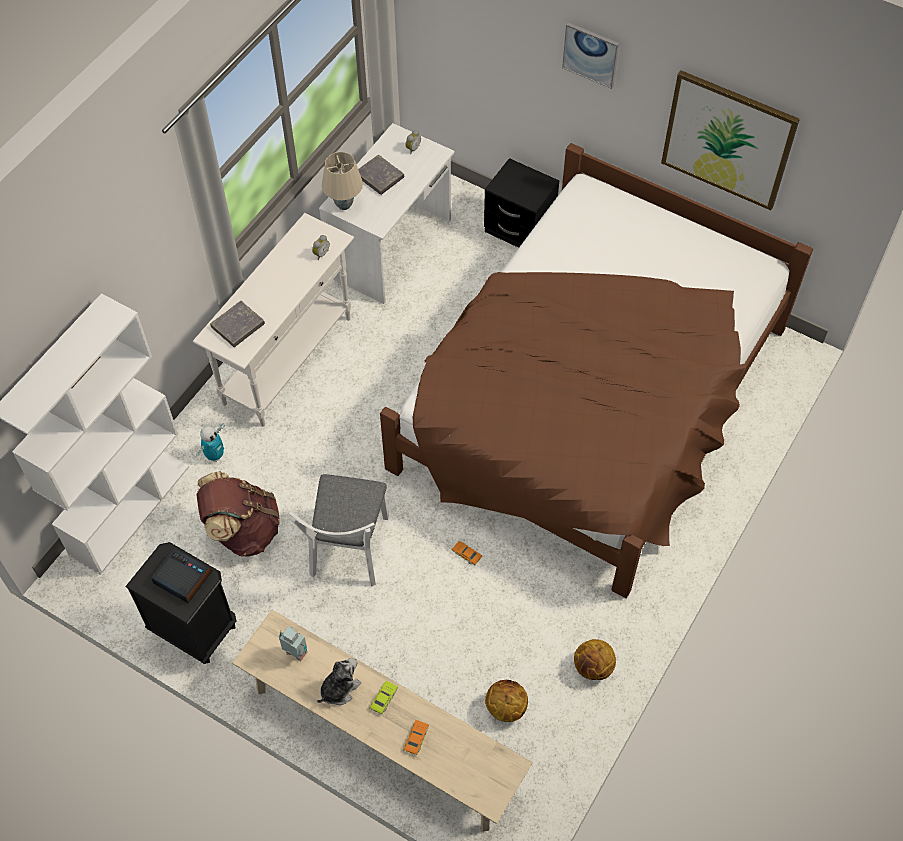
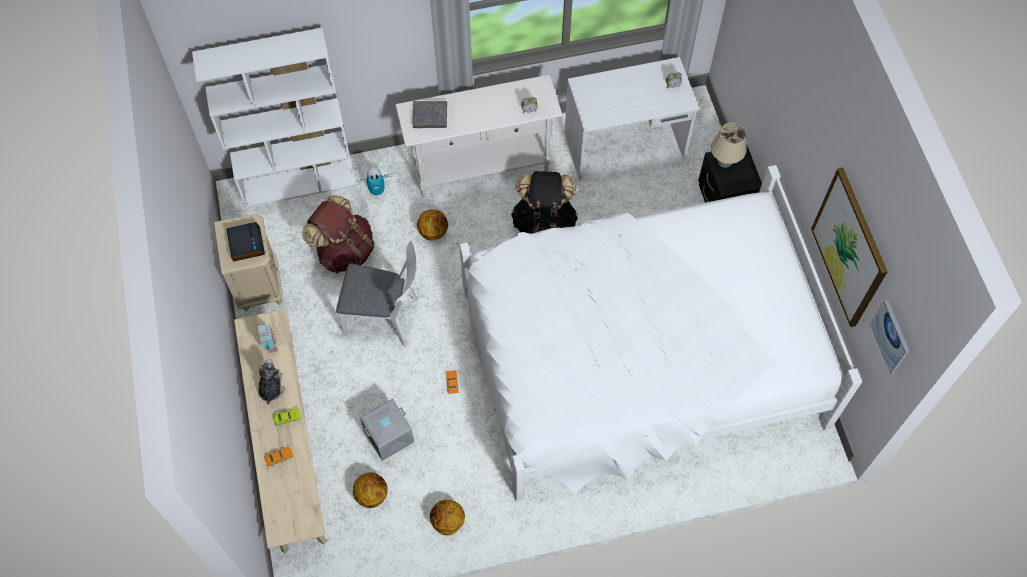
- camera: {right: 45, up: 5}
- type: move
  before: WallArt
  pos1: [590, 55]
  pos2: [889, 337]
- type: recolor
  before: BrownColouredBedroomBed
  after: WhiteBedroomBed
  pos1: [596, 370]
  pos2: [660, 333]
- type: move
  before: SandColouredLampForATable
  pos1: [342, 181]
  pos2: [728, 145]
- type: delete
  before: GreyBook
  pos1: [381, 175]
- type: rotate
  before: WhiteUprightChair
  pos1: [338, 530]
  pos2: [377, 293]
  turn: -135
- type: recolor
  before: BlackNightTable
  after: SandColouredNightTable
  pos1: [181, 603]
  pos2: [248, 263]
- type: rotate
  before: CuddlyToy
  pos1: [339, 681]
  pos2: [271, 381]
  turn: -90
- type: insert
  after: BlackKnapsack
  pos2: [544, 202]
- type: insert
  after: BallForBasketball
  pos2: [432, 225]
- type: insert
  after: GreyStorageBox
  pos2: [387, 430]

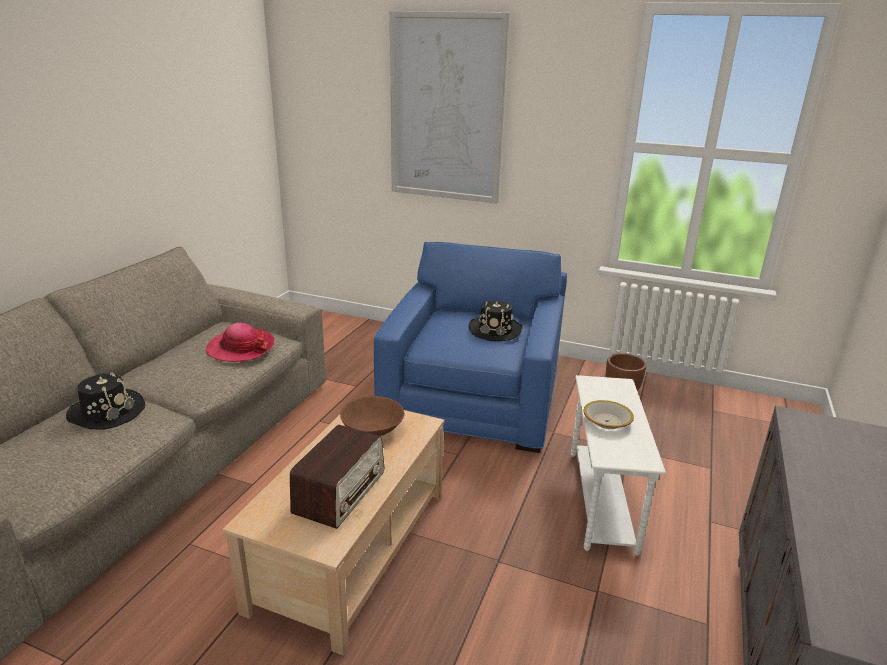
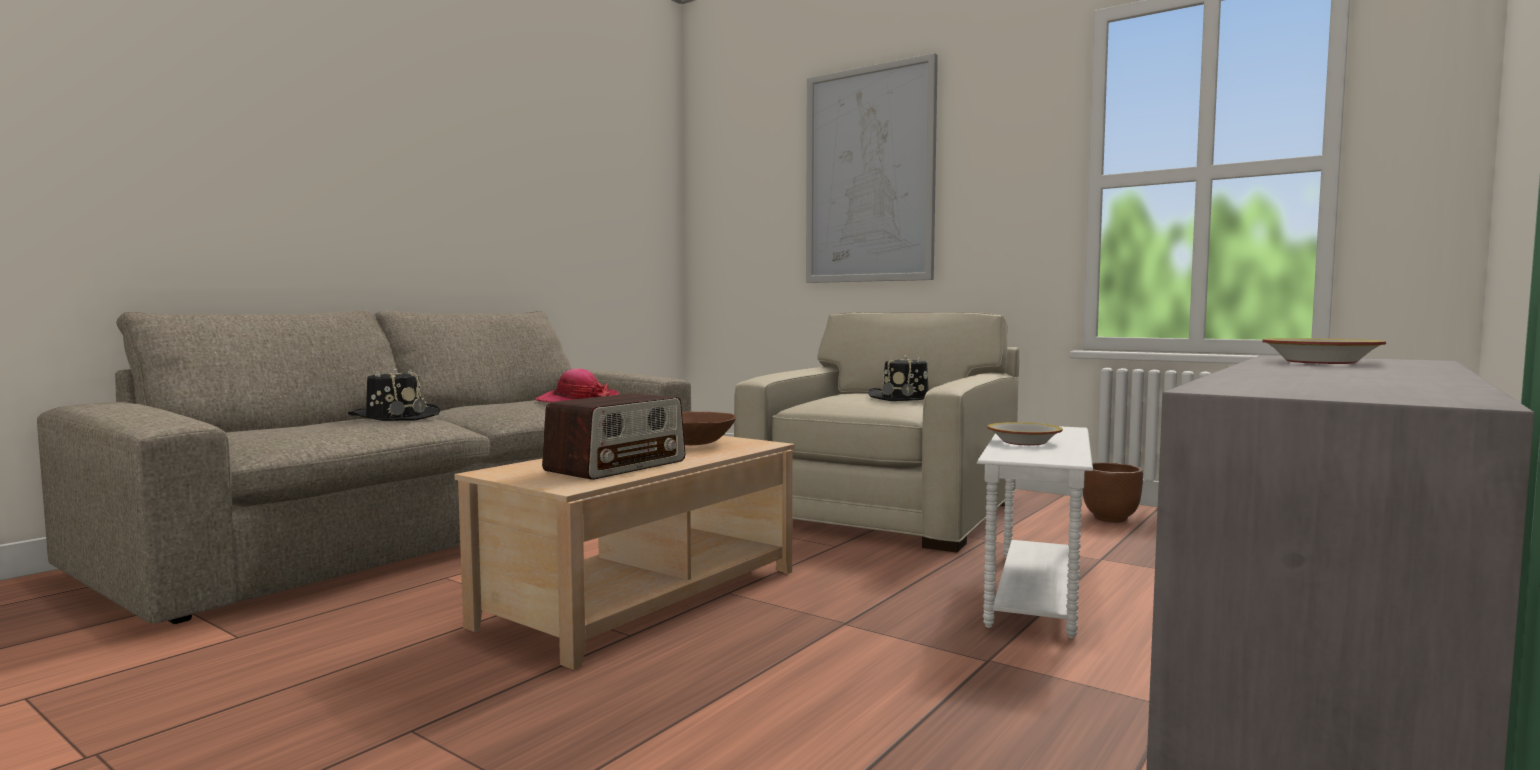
- camera: {right: 15, up: -20}
- type: recolor
  before: BlueColouredArmchair
  after: SandColouredArmchair
  pos1: [470, 347]
  pos2: [877, 432]
- type: insert
  after: ServingBowl
  pos2: [1324, 351]

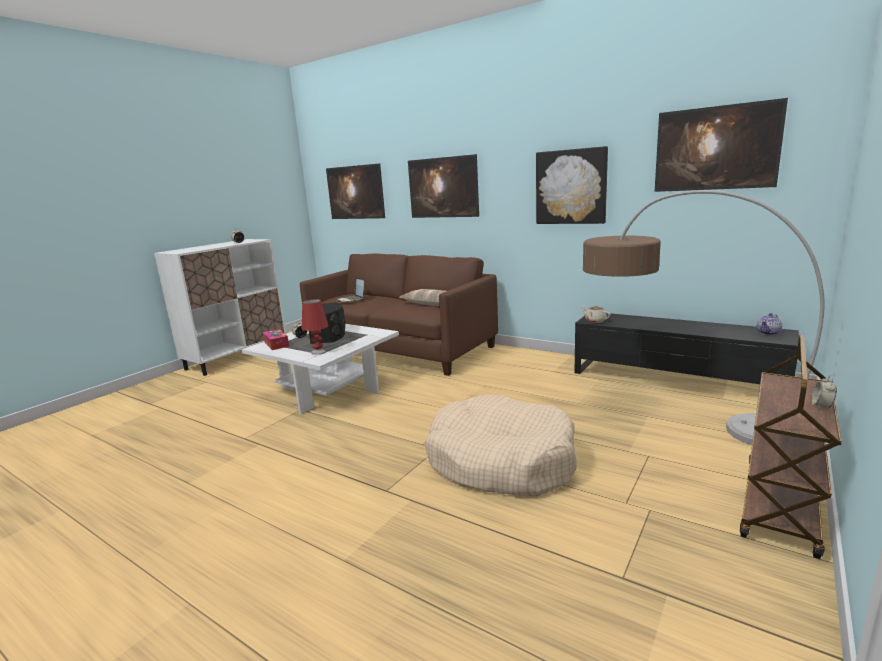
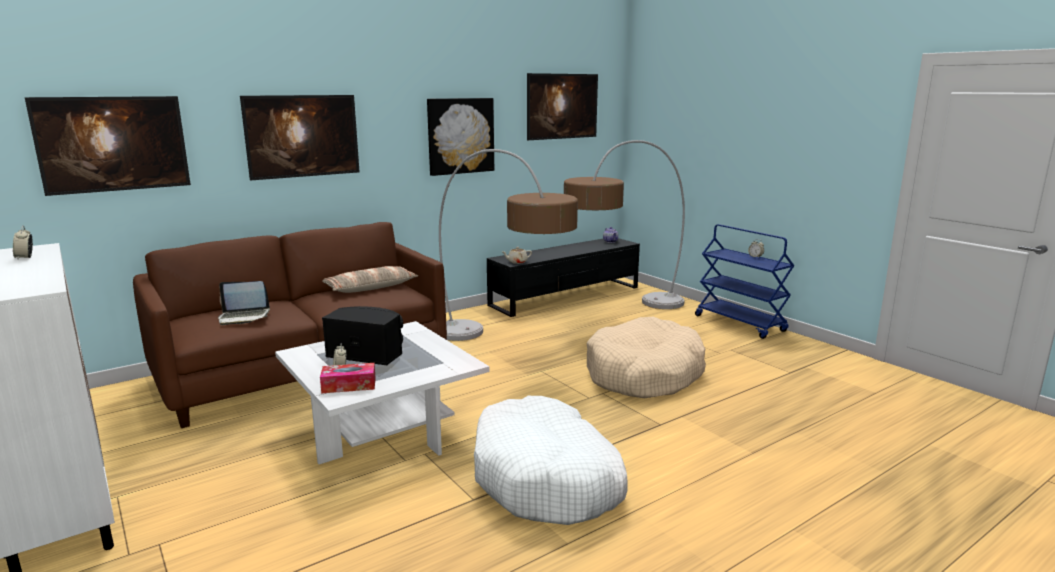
- camera: {right: -70, up: 0}
- type: delete
  before: RedLampForATable
  pos1: [315, 327]
- type: recolor
  before: BrownColouredCart
  after: BlueColouredCart
  pos1: [791, 446]
  pos2: [744, 281]
- type: insert
  after: StandardLamp
  pos2: [508, 245]
- type: insert
  after: WhiteDogBed
  pos2: [551, 460]

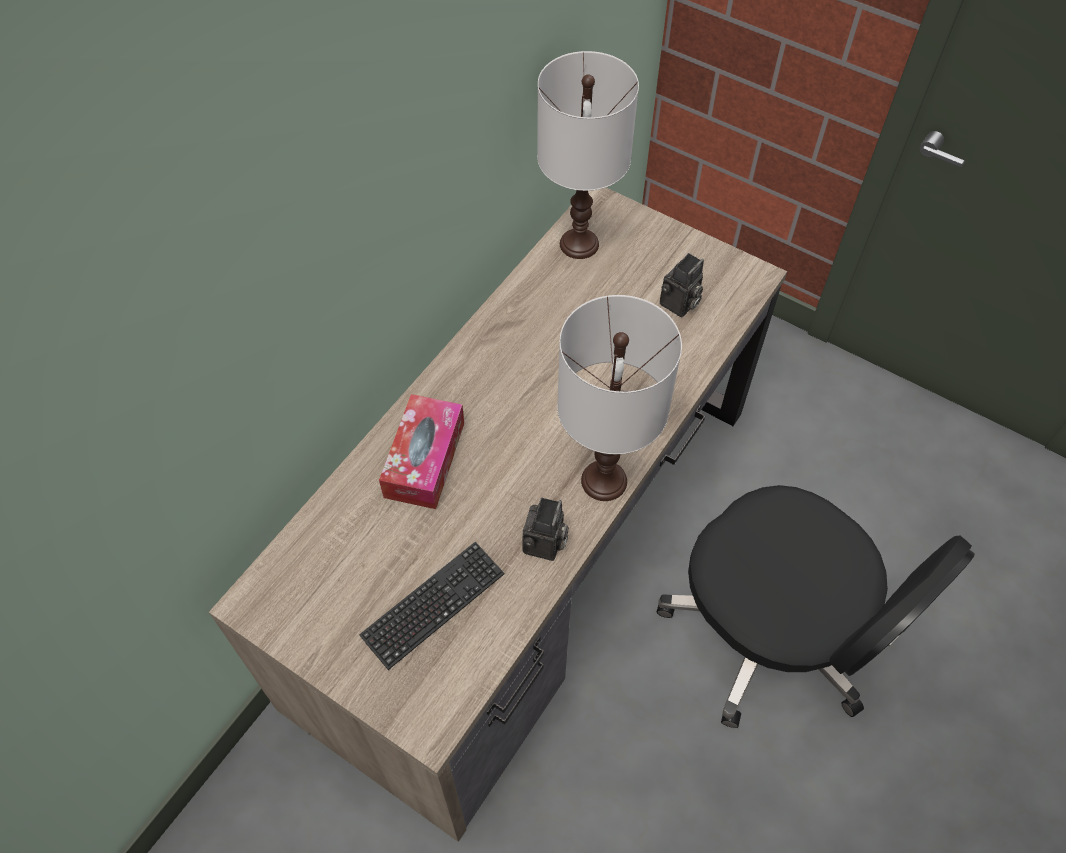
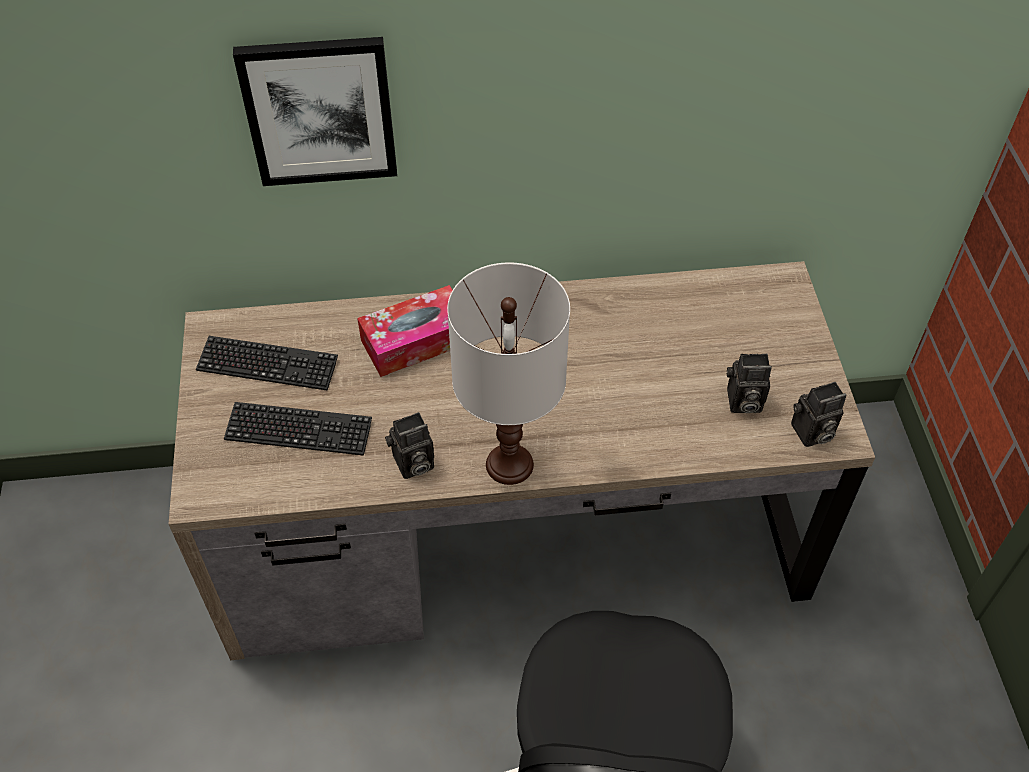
- camera: {right: 50, up: -5}
- type: delete
  before: WhiteLampForATable
  pos1: [588, 155]
- type: insert
  after: WallArt
  pos2: [315, 111]
- type: insert
  after: PcKeyboard
  pos2: [267, 363]
- type: insert
  after: PhotoCamera
  pos2: [819, 414]

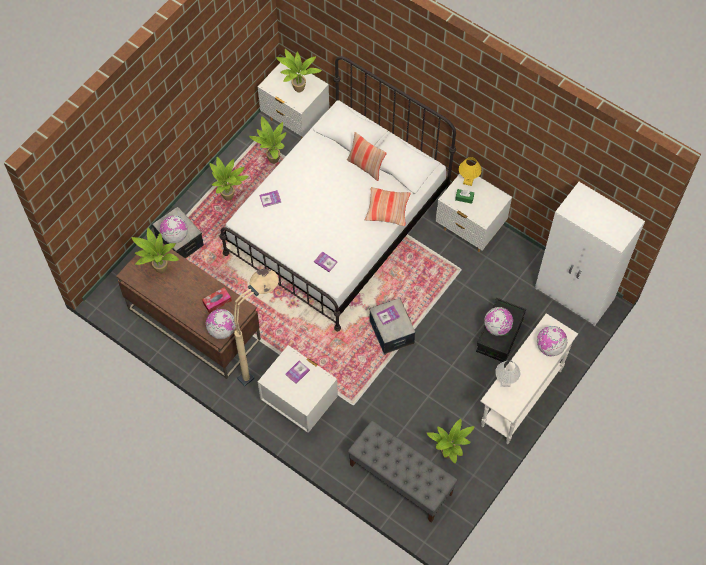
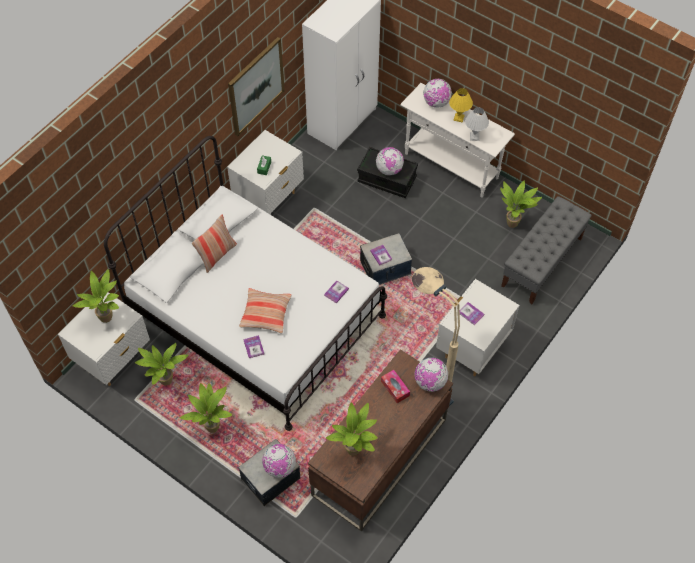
- camera: {right: -90, up: -5}
- type: move
  before: YellowLampForATable
  pos1: [470, 171]
  pos2: [461, 105]
- type: move
  before: Pillow
  pos1: [388, 206]
  pos2: [265, 311]
- type: insert
  after: WallArt
  pos2: [256, 86]

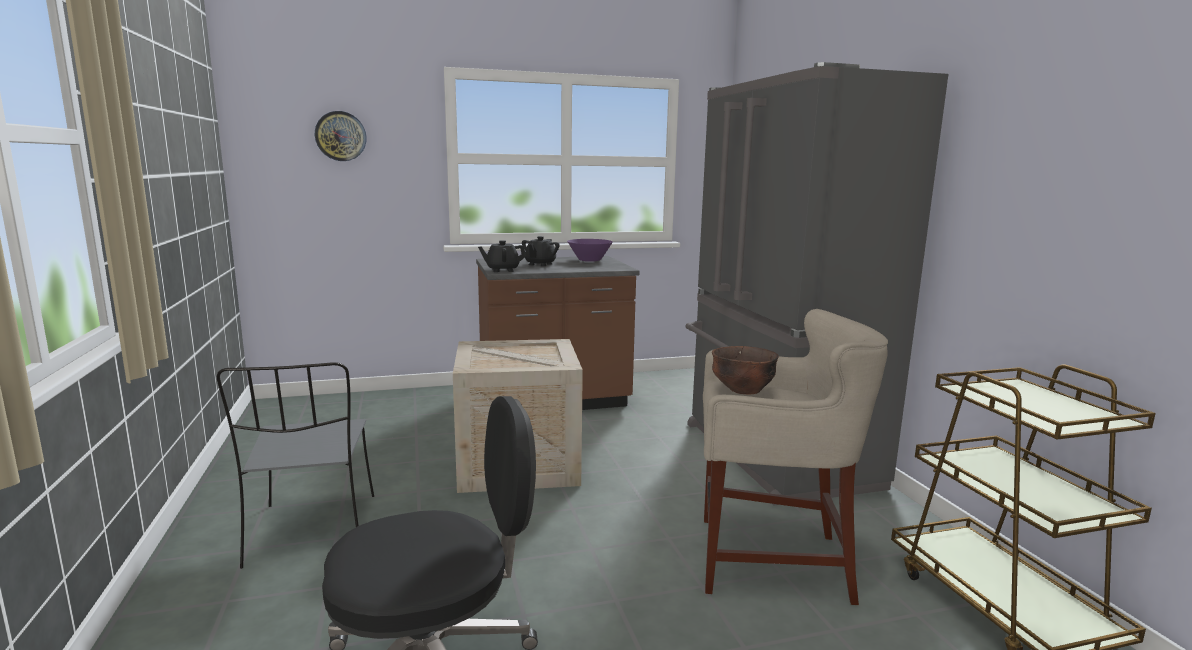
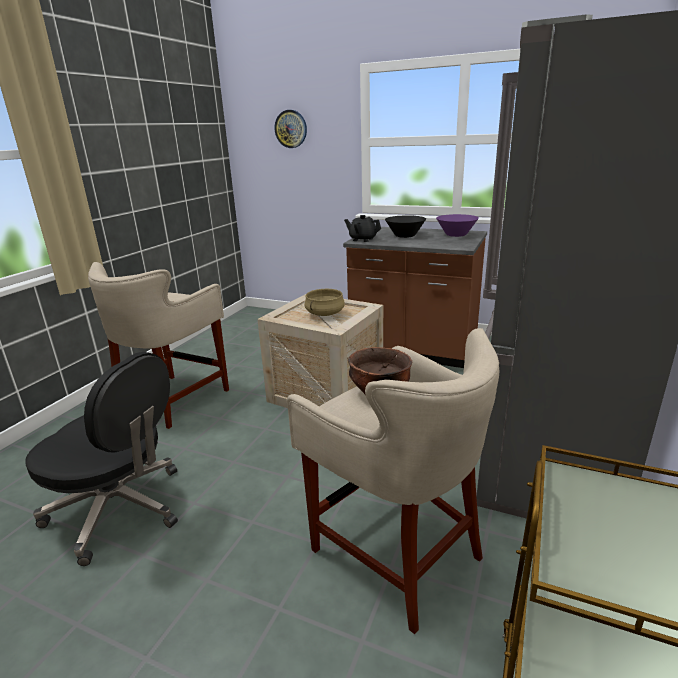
- camera: {right: 40, up: 10}
- type: replace
  before: BlackTeapot
  after: BlackServingBowl
  pos1: [541, 251]
  pos2: [405, 226]
- type: replace
  before: GreyUprightChair
  after: SandColouredStoolSeat
  pos1: [295, 465]
  pos2: [158, 345]
- type: insert
  after: SandColouredStockpot
  pos2: [324, 302]

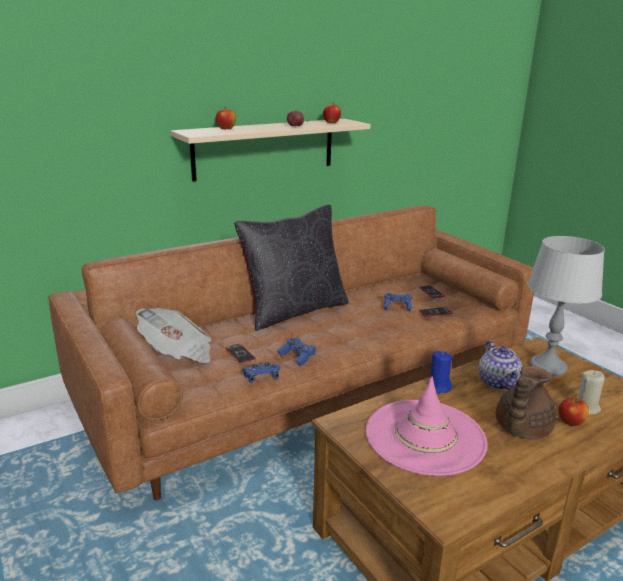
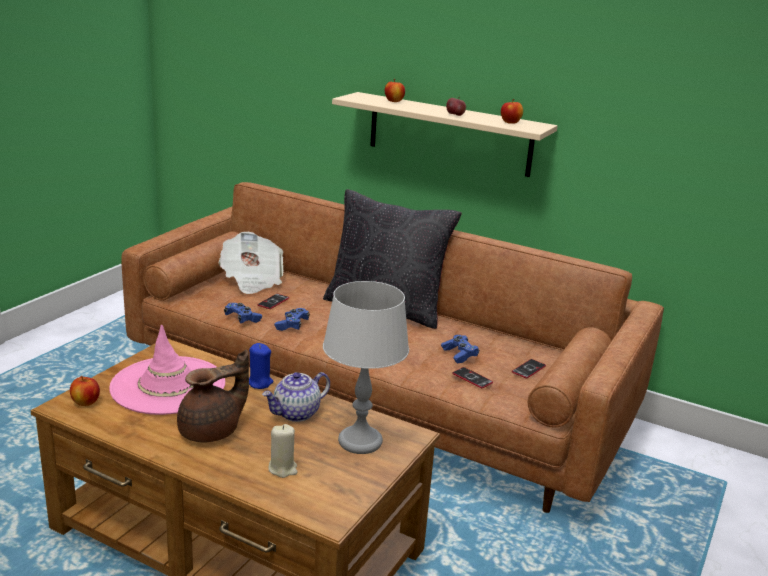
- camera: {right: 60, up: 0}
- type: rotate
  before: BrownColouredTeapot
  pos1: [526, 403]
  pos2: [213, 396]
  turn: 135
- type: move
  before: WholeApple
  pos1: [573, 412]
  pos2: [85, 391]

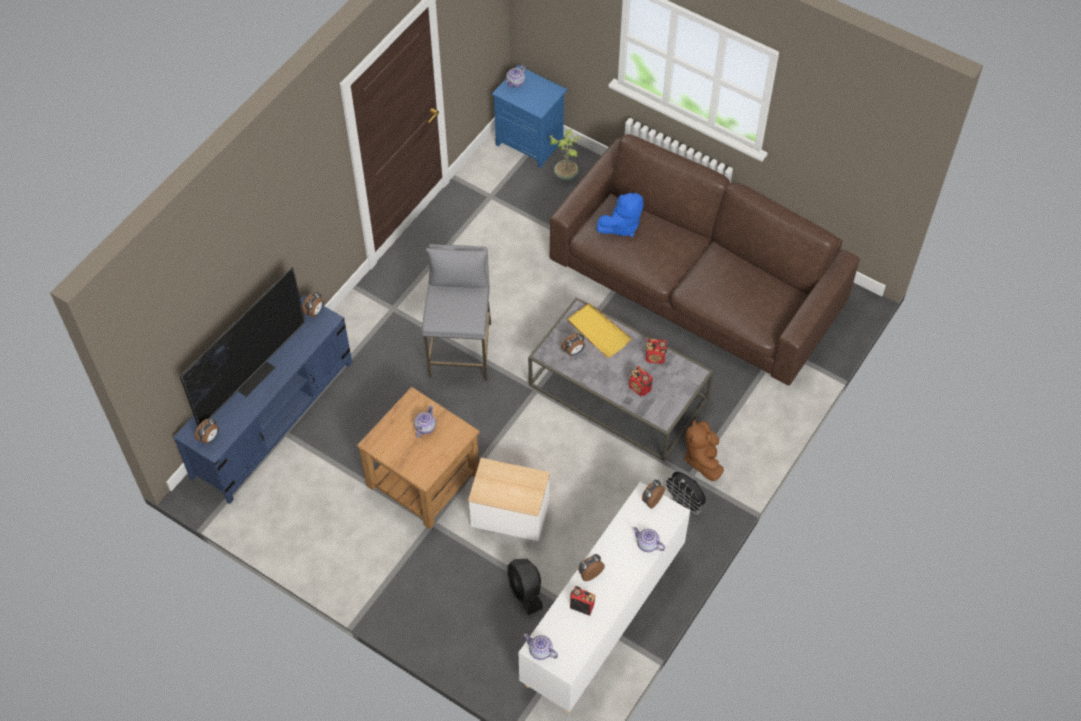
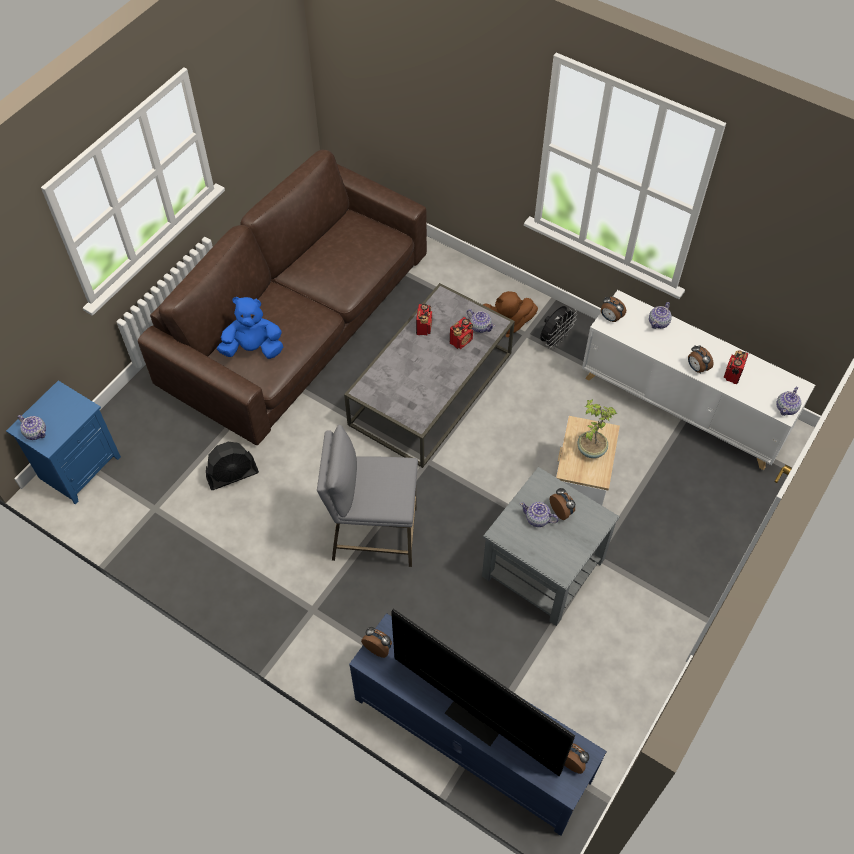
- camera: {right: -90, up: 0}
- type: move
  before: PottedPlant
  pos1: [565, 155]
  pos2: [597, 429]
- type: rotate
  before: BlueColouredCuddlyToy
  pos1: [620, 215]
  pos2: [250, 328]
  turn: -60
- type: delete
  before: YellowTray
  pos1: [599, 330]
- type: move
  before: AlarmClock
  pos1: [573, 344]
  pos2: [562, 504]
- type: recolor
  before: BrownColouredSideTable
  after: GreySideTable
  pos1: [418, 458]
  pos2: [551, 546]
- type: move
  before: BlackFan
  pos1: [525, 587]
  pos2: [232, 466]
- type: insert
  after: Teapot
  pos2: [481, 321]

